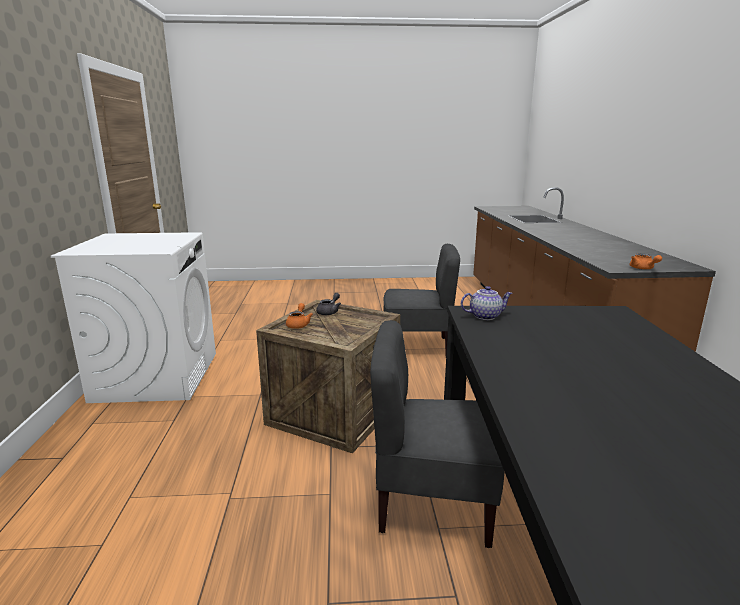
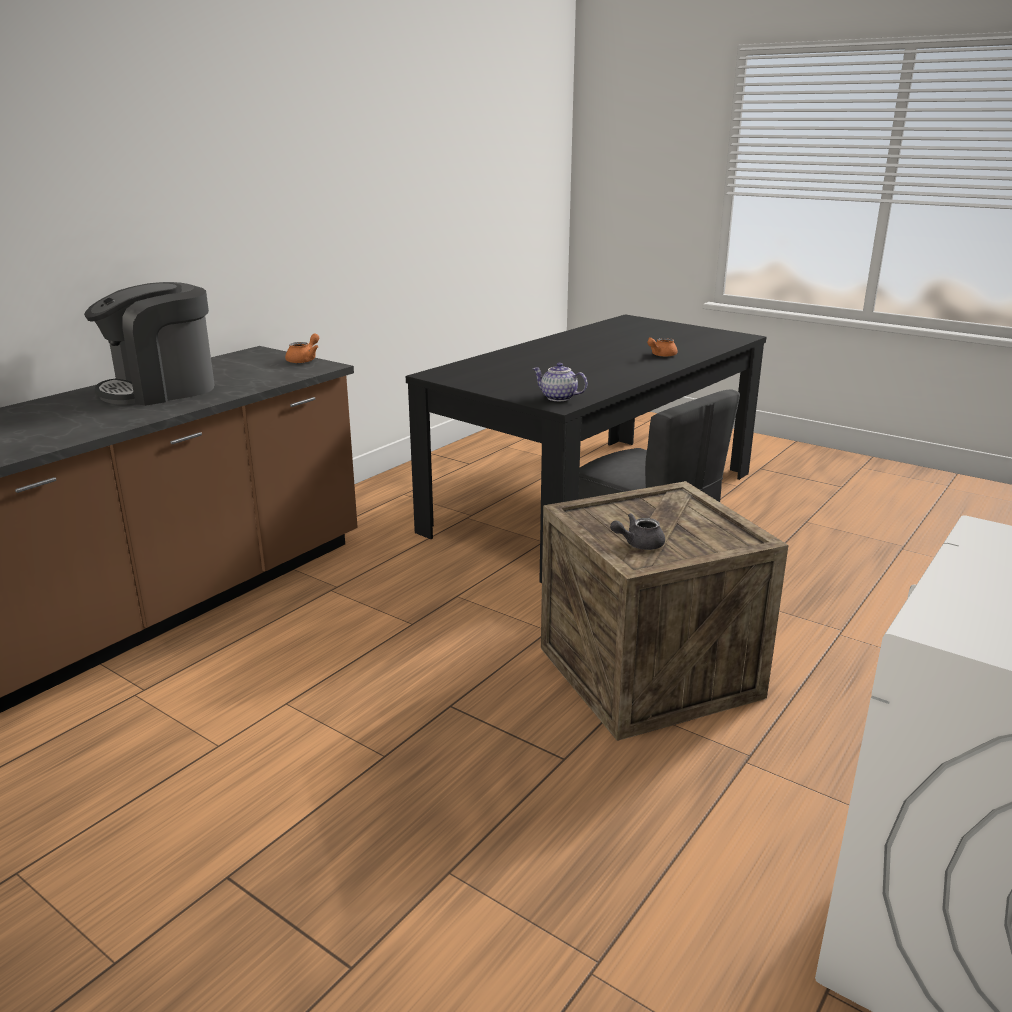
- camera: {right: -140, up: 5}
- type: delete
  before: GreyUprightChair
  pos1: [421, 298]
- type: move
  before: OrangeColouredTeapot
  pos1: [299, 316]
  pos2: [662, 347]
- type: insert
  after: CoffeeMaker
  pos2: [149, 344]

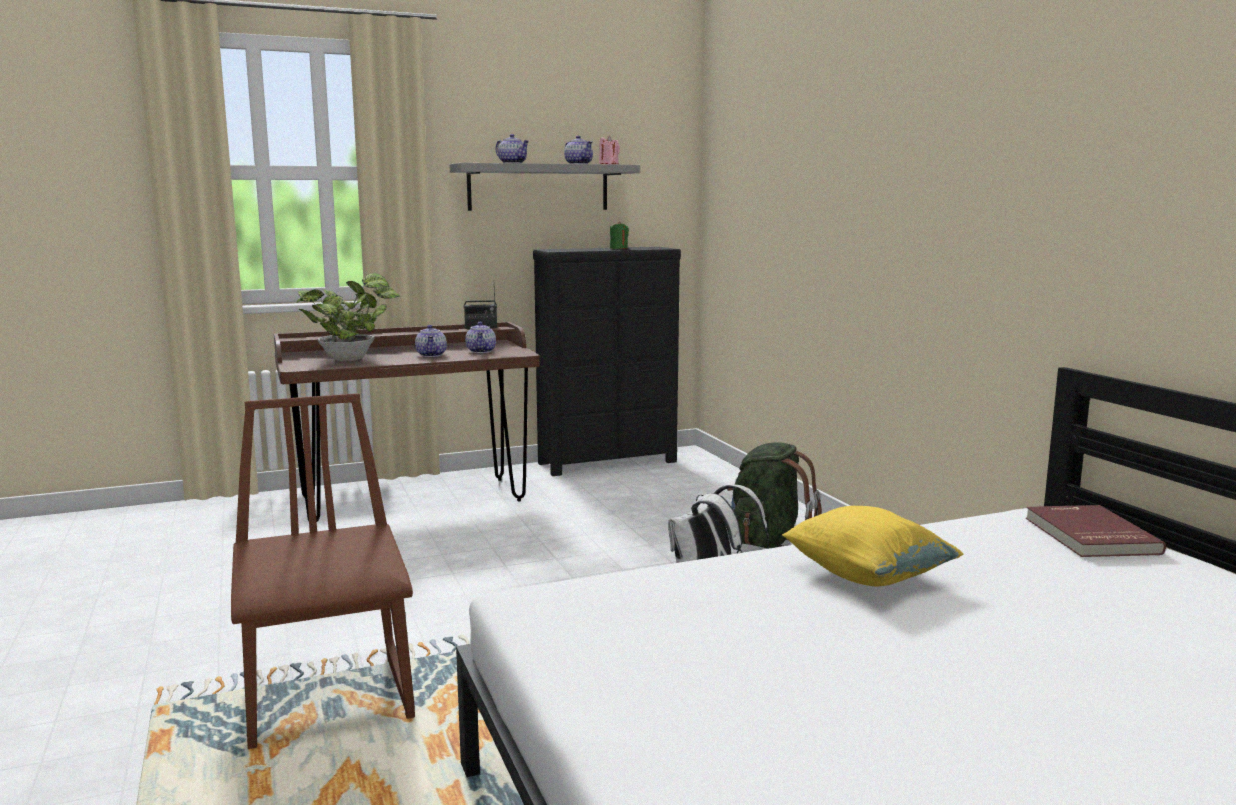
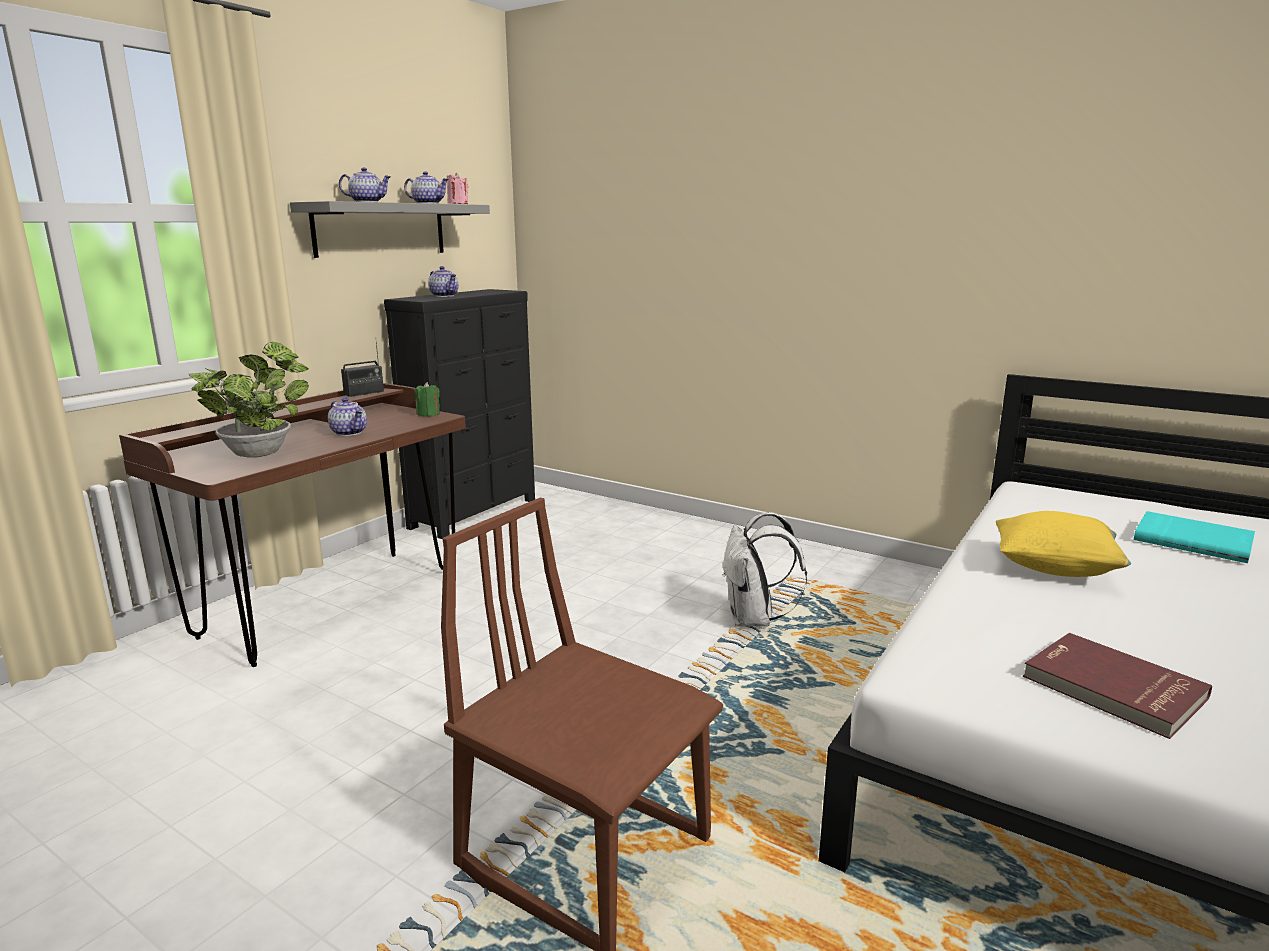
- camera: {right: -35, up: 5}
- type: move
  before: GreenishWaxLight
  pos1: [619, 235]
  pos2: [427, 399]
- type: move
  before: Teapot
  pos1: [480, 337]
  pos2: [443, 281]
- type: delete
  before: GreenishKnapsack
  pos1: [774, 495]
- type: move
  before: RedBook
  pos1: [1096, 531]
  pos2: [1117, 686]
- type: insert
  after: BlueGreenBook
  pos2: [1194, 537]

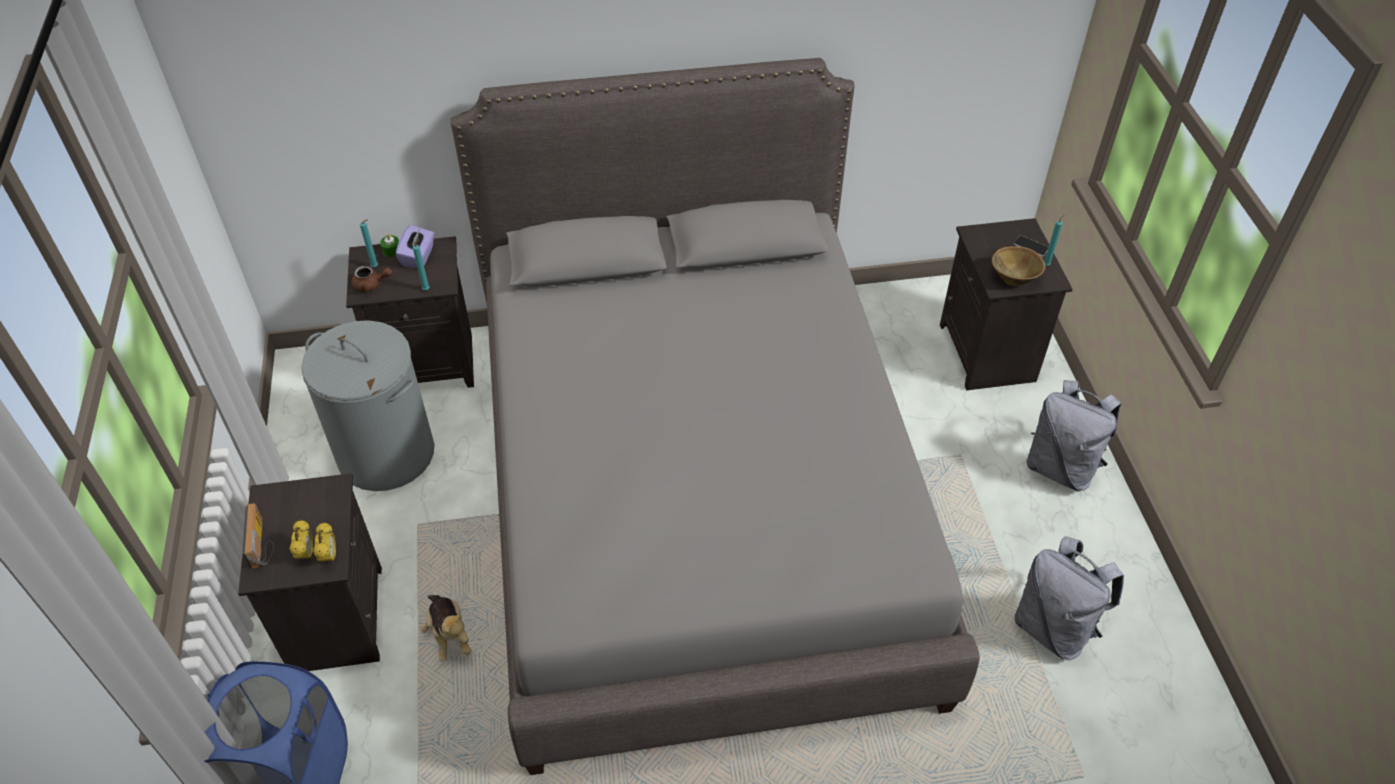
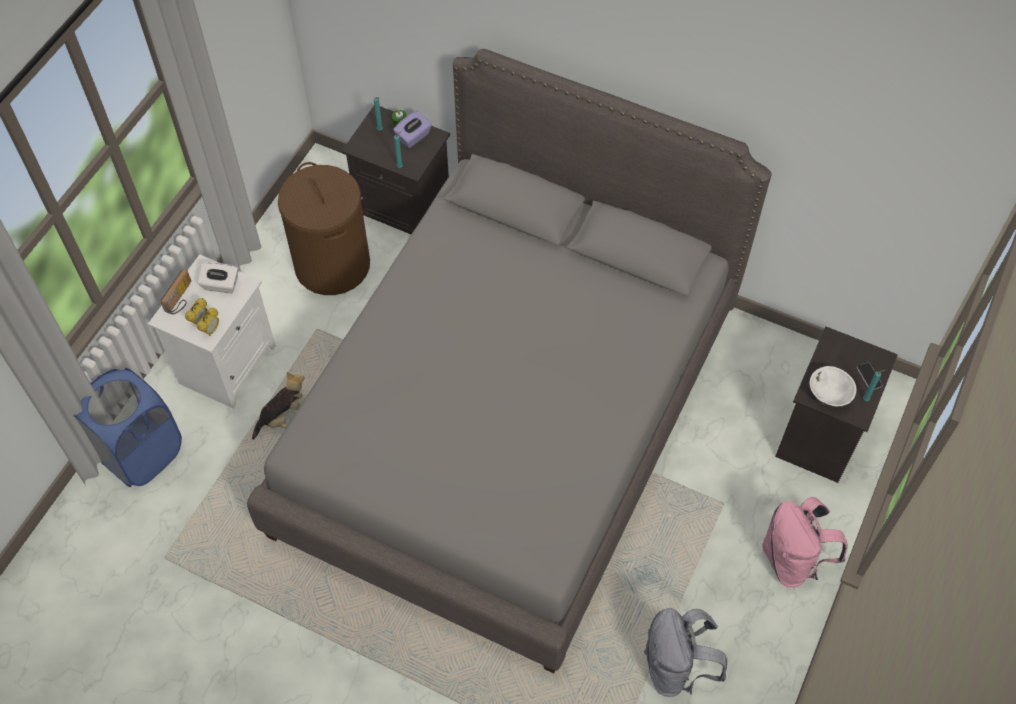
- camera: {right: 35, up: 10}
- type: recolor
  before: BrownColouredServingBowl
  after: WhiteServingBowl
  pos1: [1018, 266]
  pos2: [832, 386]
- type: delete
  before: BrownColouredTeapot
  pos1: [372, 278]
- type: recolor
  before: GreyWashingBasket
  after: BrownColouredWashingBasket
  pos1: [368, 405]
  pos2: [324, 228]
- type: recolor
  before: GreyKnapsack
  after: PinkColouredKnapsack
  pos1: [1074, 435]
  pos2: [805, 542]
- type: recolor
  before: BlackNightTable
  after: WhiteNightTable
  pos1: [310, 572]
  pos2: [212, 331]
- type: rotate
  before: CuddlyToy
  pos1: [446, 628]
  pos2: [278, 406]
  turn: -135
- type: insert
  after: WhiteTissueHolder
  pos2: [218, 277]

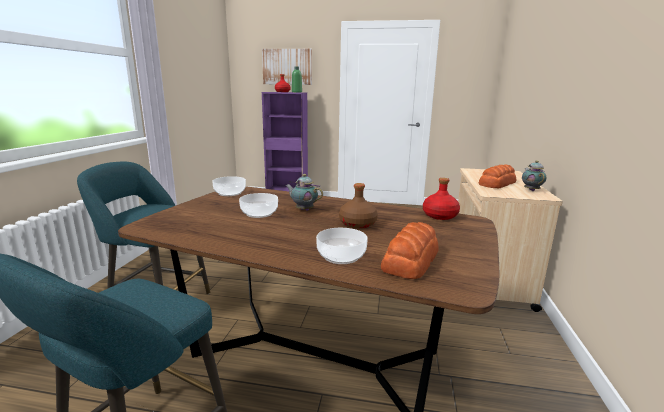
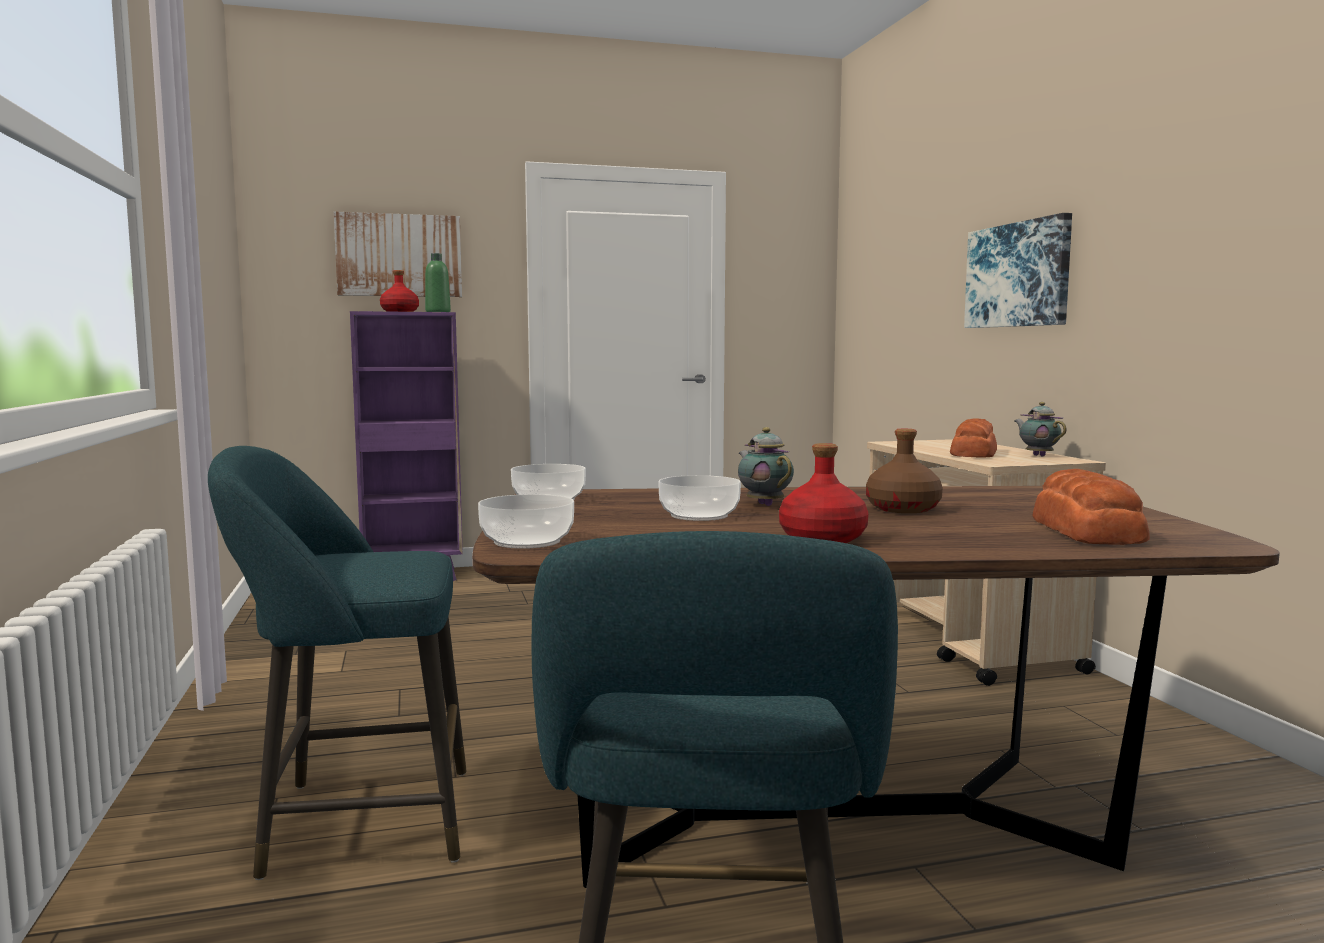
- camera: {right: -25, up: -10}
- type: rotate
  before: Teapot
  pos1: [304, 192]
  pos2: [766, 466]
  turn: 60
- type: move
  before: RedBeverageBottle
  pos1: [441, 199]
  pos2: [824, 493]
- type: move
  before: ServingBowl
  pos1: [342, 246]
  pos2: [526, 521]
- type: insert
  after: WallArt
  pos2: [1018, 270]

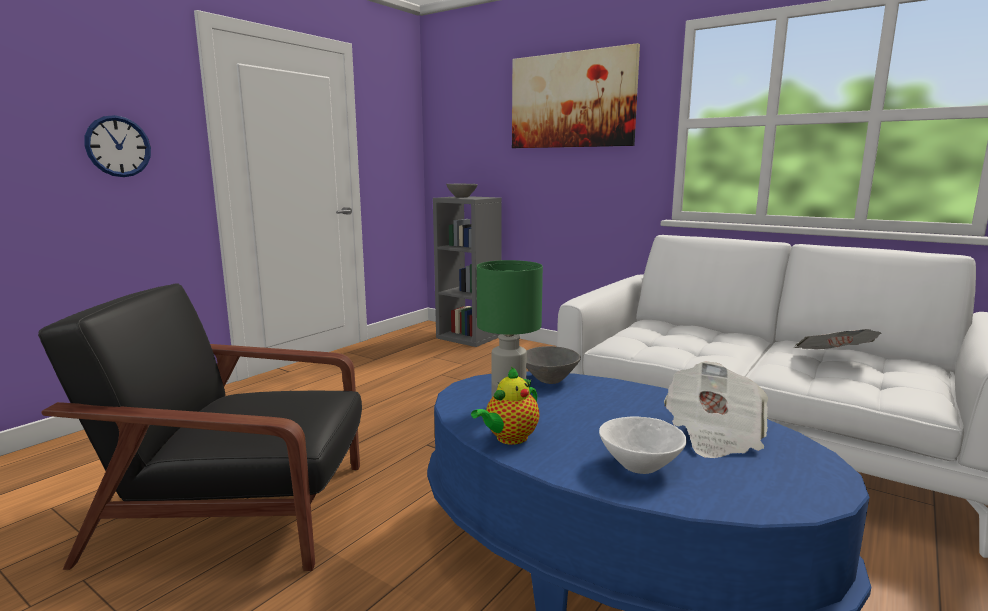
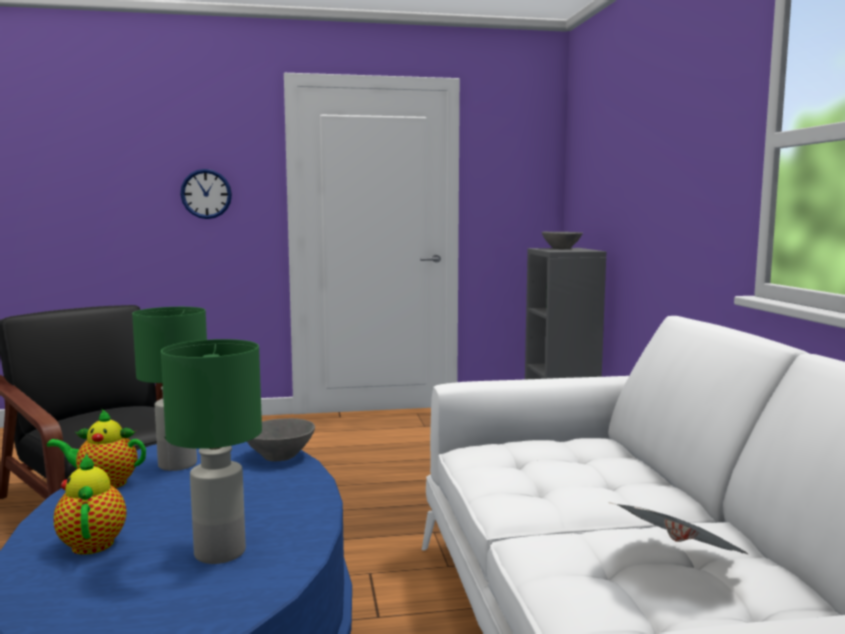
- camera: {right: 45, up: -5}
- type: delete
  before: WallArt
  pos1: [576, 95]
- type: replace
  before: DailyPaper
  after: GreenishLampForATable
  pos1: [716, 409]
  pos2: [211, 451]
- type: replace
  before: WhiteServingBowl
  after: Teapot
  pos1: [642, 445]
  pos2: [90, 504]

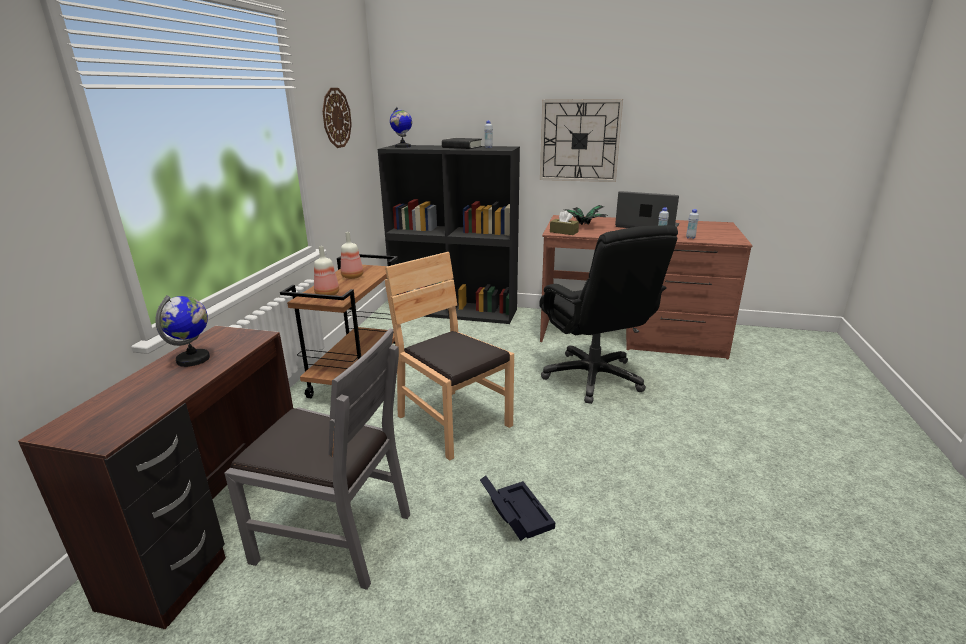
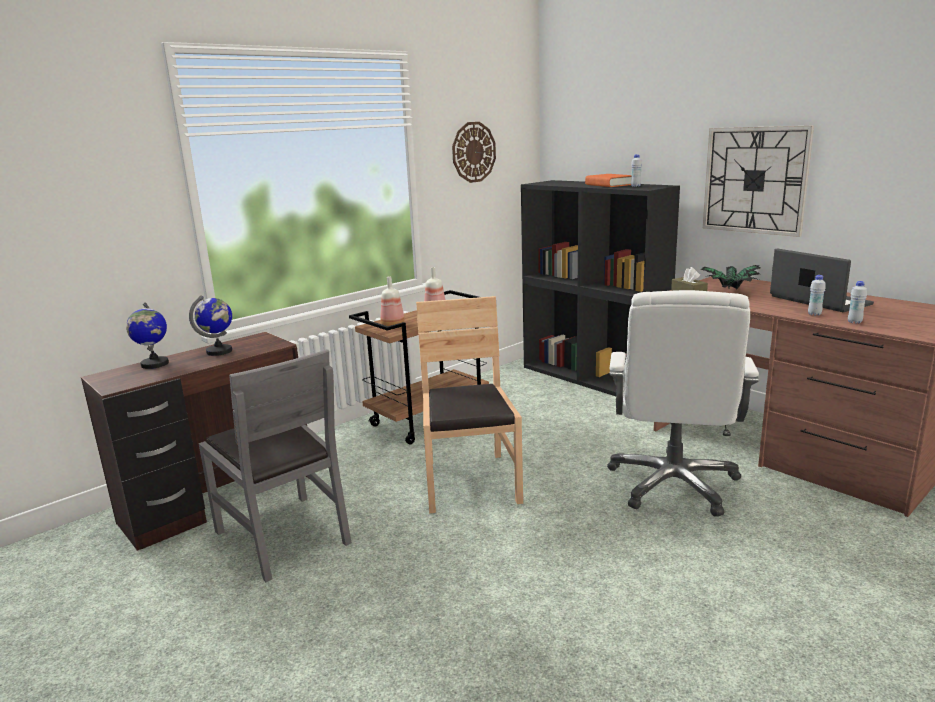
- camera: {right: 35, up: -5}
- type: move
  before: Globe
  pos1: [401, 127]
  pos2: [147, 335]
- type: recolor
  before: BlackBook
  after: OrangeColouredBook
  pos1: [462, 143]
  pos2: [608, 180]
- type: recolor
  before: BlackComputerChair
  after: WhiteComputerChair
  pos1: [608, 314]
  pos2: [683, 403]
- type: delete
  before: BlackStorageBox
  pos1: [517, 508]

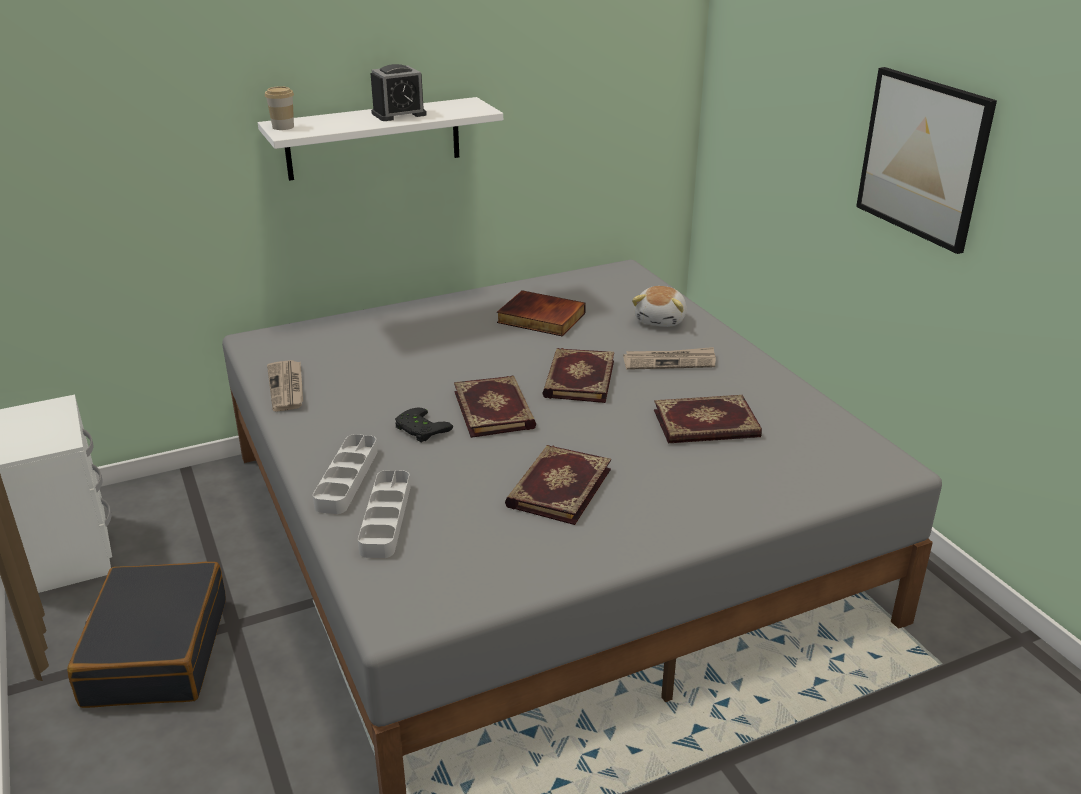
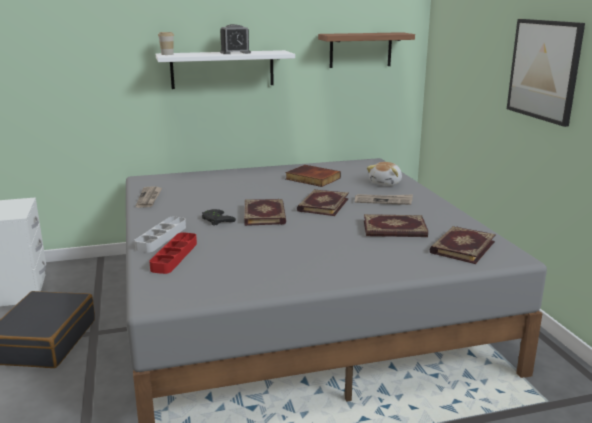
- camera: {right: 10, up: -10}
- type: move
  before: Book
  pos1: [558, 485]
  pos2: [463, 245]
- type: recolor
  before: GreyTray
  after: RedTray
  pos1: [384, 514]
  pos2: [173, 253]
- type: insert
  after: Shelf
  pos2: [366, 50]

